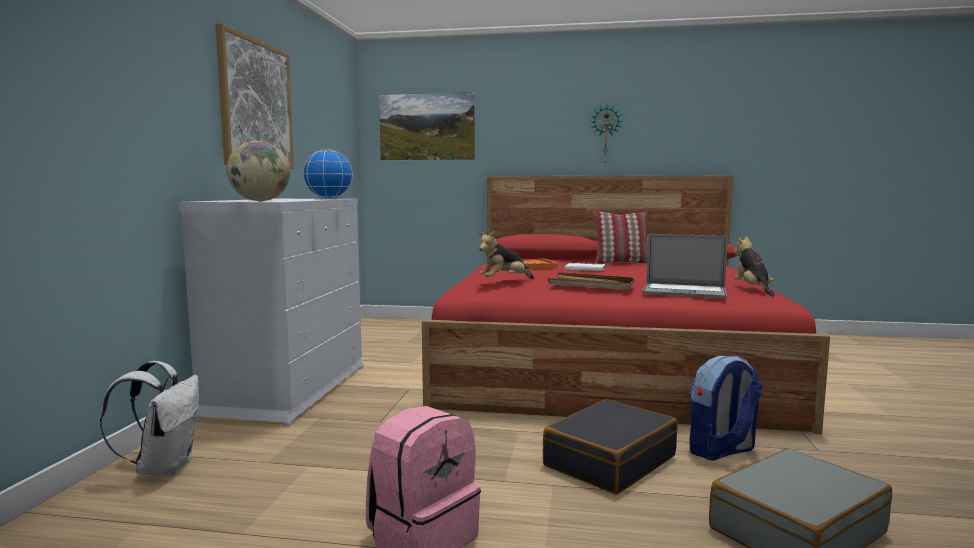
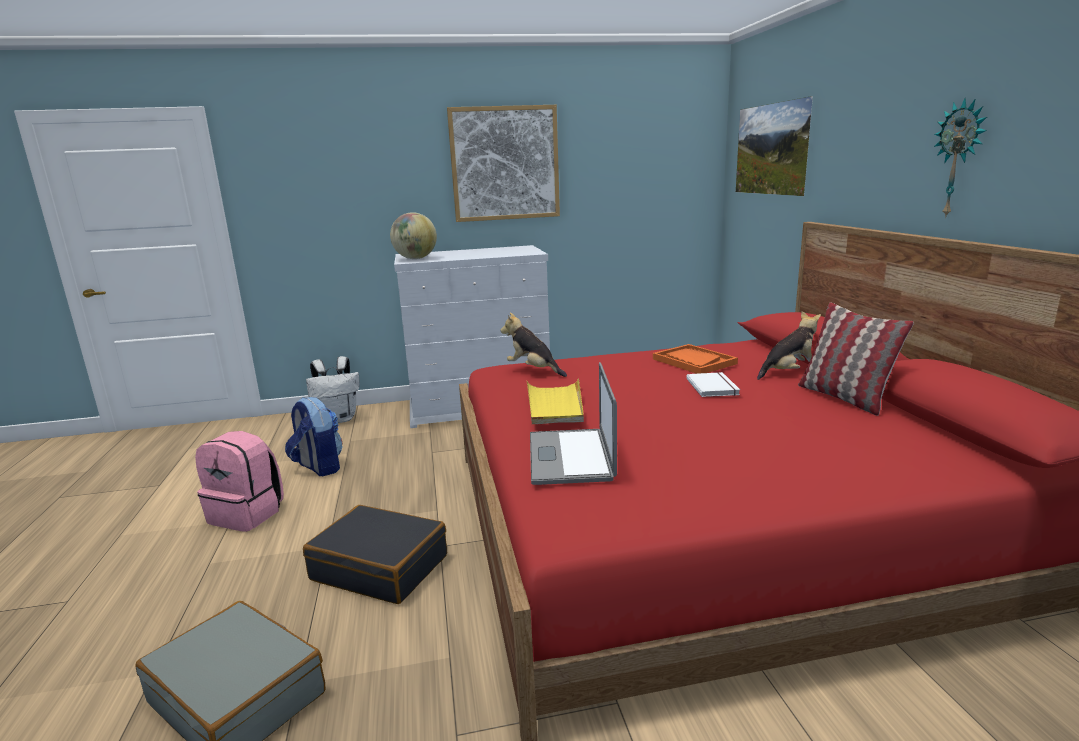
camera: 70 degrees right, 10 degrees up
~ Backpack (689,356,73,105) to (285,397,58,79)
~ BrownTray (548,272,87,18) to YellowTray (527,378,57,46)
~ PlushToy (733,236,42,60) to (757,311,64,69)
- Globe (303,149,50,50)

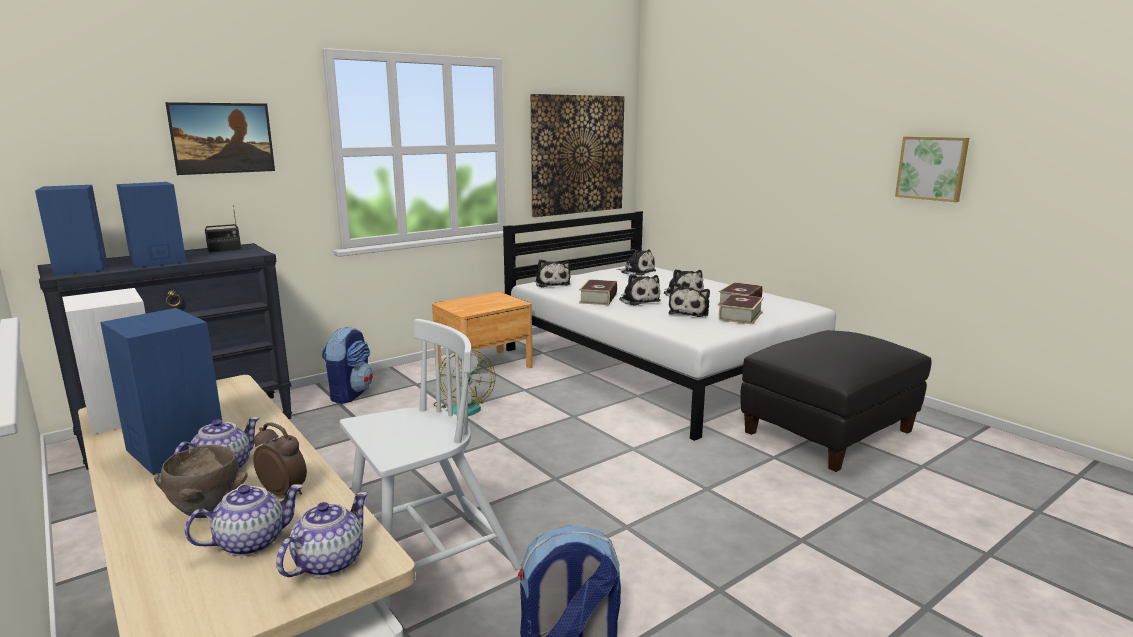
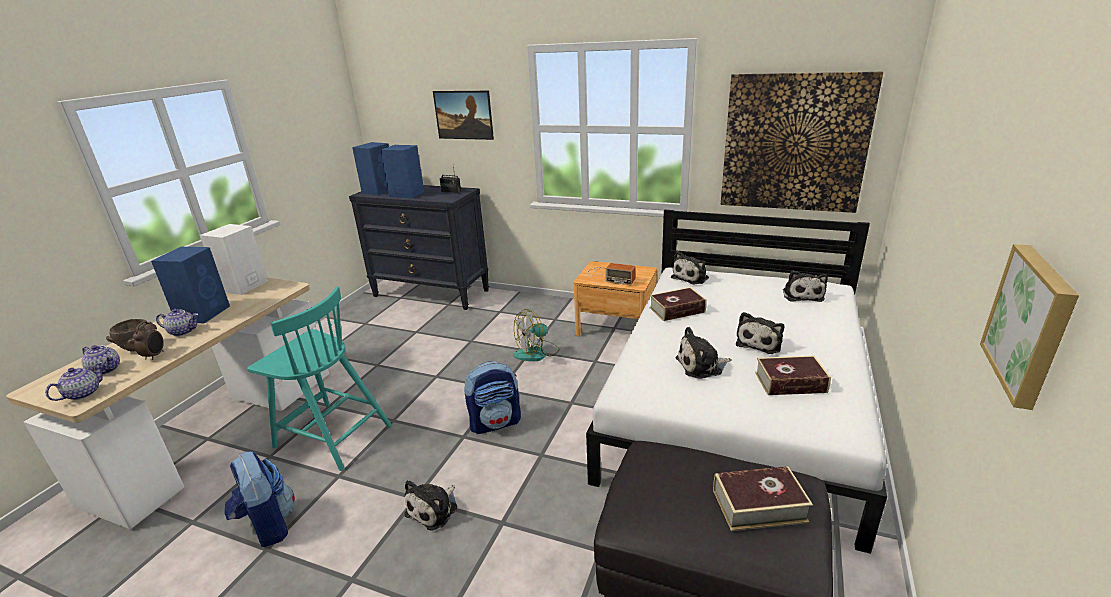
camera: 60 degrees right, 10 degrees up
~ Teapot (276,492,92,85) = (45,362,58,39) 60 degrees counterclockwise
~ WhiteChair (340,319,181,289) to TurquoiseChair (247,287,145,184)
~ PlushToy (619,275,42,30) to (404,480,53,51)
~ Backpack (322,326,51,77) to (464,361,57,73)
+ Radio (588,263,48,22)
~ Book (719,294,45,30) to (713,466,100,65)

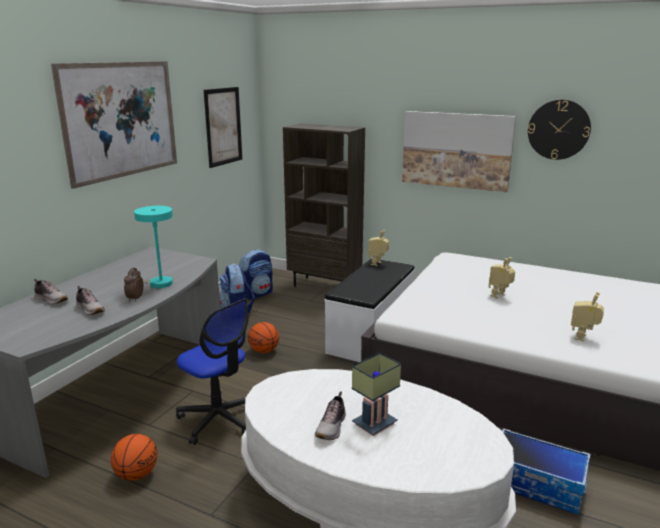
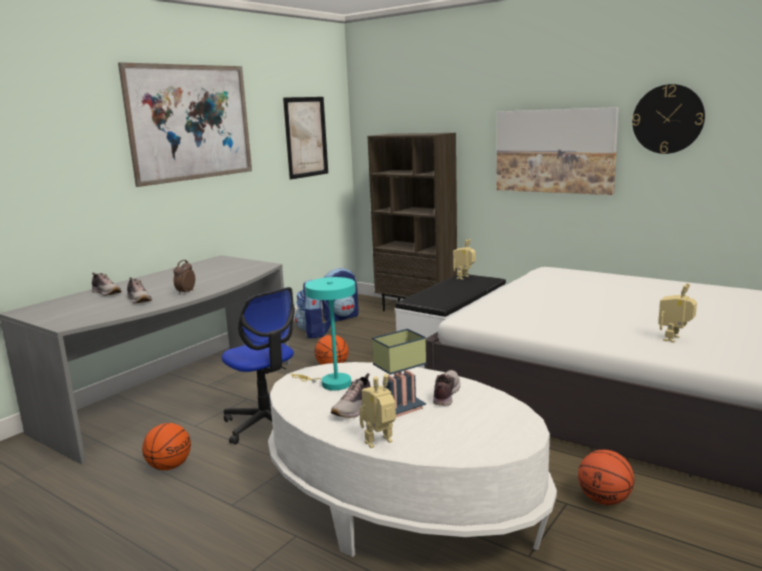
camera: 10 degrees right, 5 degrees down
~ TurquoiseTableLamp (134,206,39,82) to (291,277,65,113)
~ ToyRobot (489,257,26,41) to (359,374,37,74)
+ Shoe (433,370,27,36)
~ StorageBox (502,428,89,87) to Basketball (578,450,56,55)

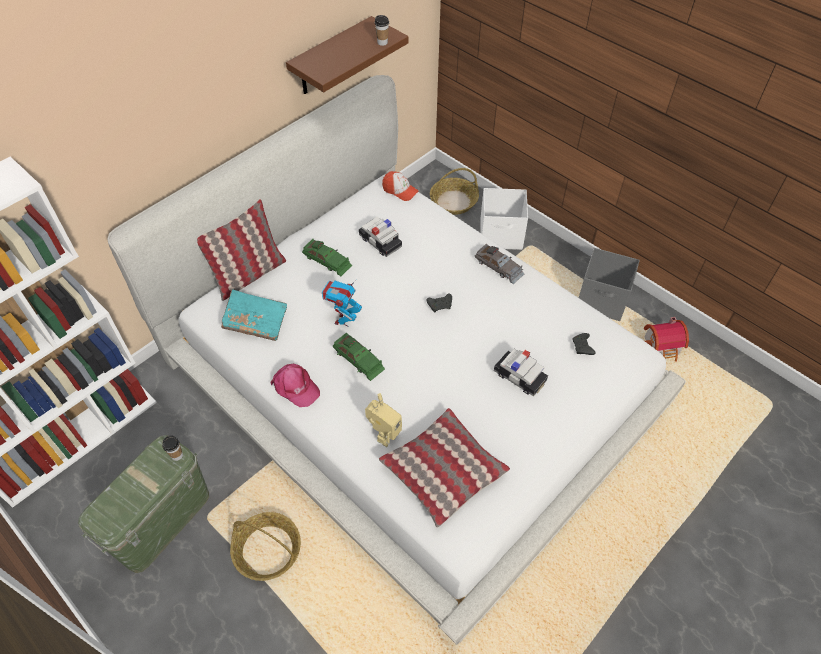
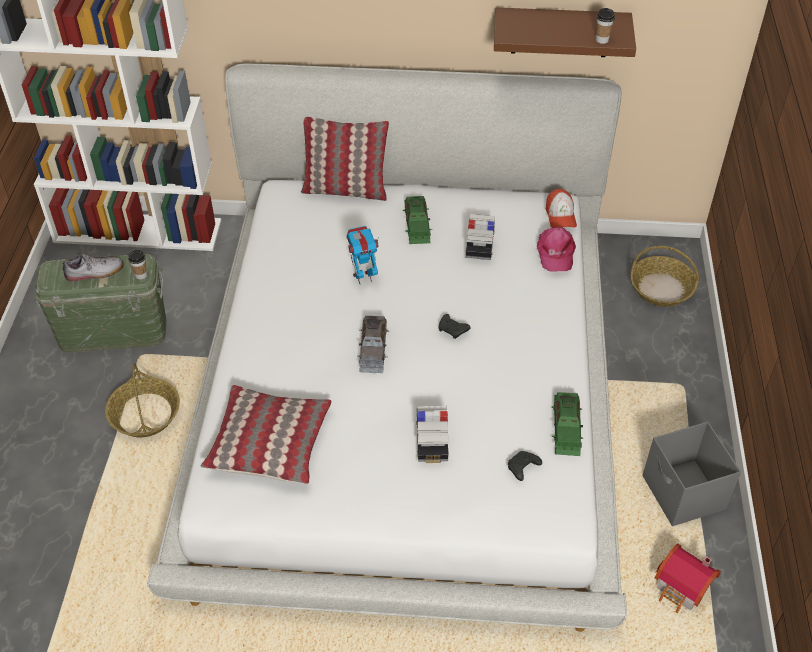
camera: 50 degrees right, 5 degrees down
+ Shoe (62,252,62,31)
~ GreyToyCar (475,243,49,41) to (358,316,31,57)
~ PinkCap (270,364,50,43) to (537,227,39,44)
~ GreenToyCar (333,333,52,48) to (551,392,32,64)
- TurquoiseBook (221,289,66,52)
- ToyRobot (365,394,37,53)
- WhiteStorageBox (480,188,48,62)

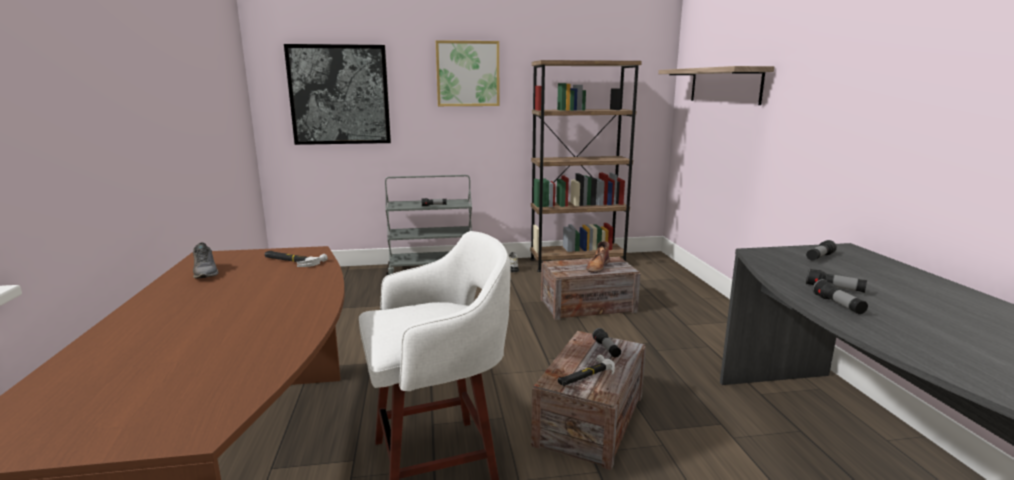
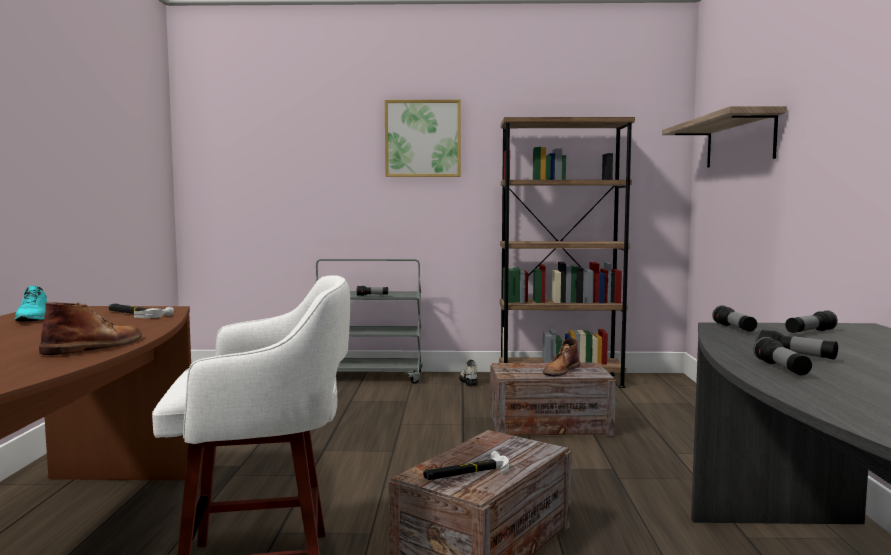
camera: 10 degrees right, 10 degrees down
~ GreyShoe (193,242,26,36) to TurquoiseShoe (15,286,32,36)
+ BrownBoot (39,302,103,53)
~ Flashlight (592,328,29,29) to (712,305,45,27)
- Picture (284,44,107,101)

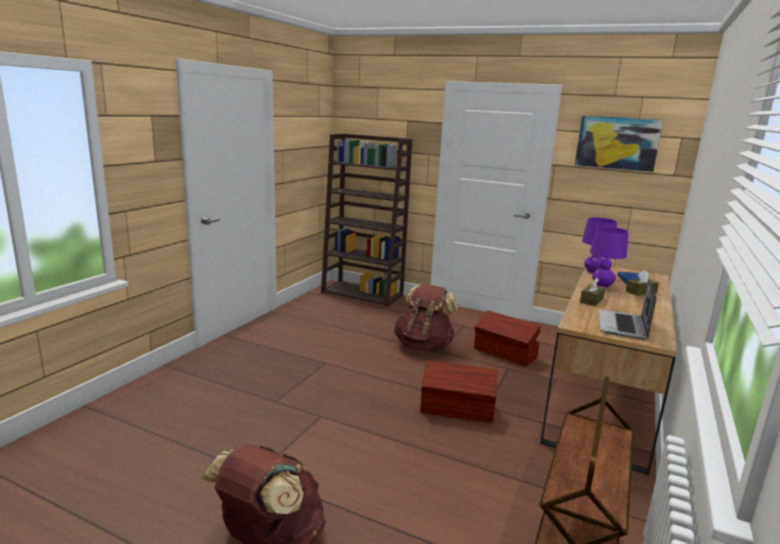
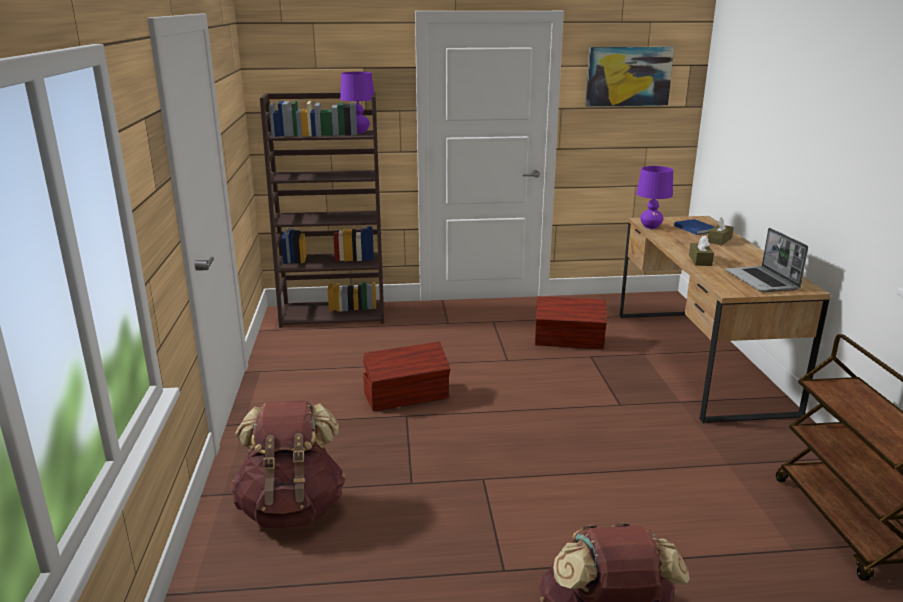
camera: 30 degrees left, 5 degrees up
~ BrownBackpack (394,284,65,68) to (230,401,116,128)
~ PurpleTableLamp (590,227,39,60) to (340,72,34,62)
~ BrownStorageBox (420,360,78,63) to (363,342,87,69)

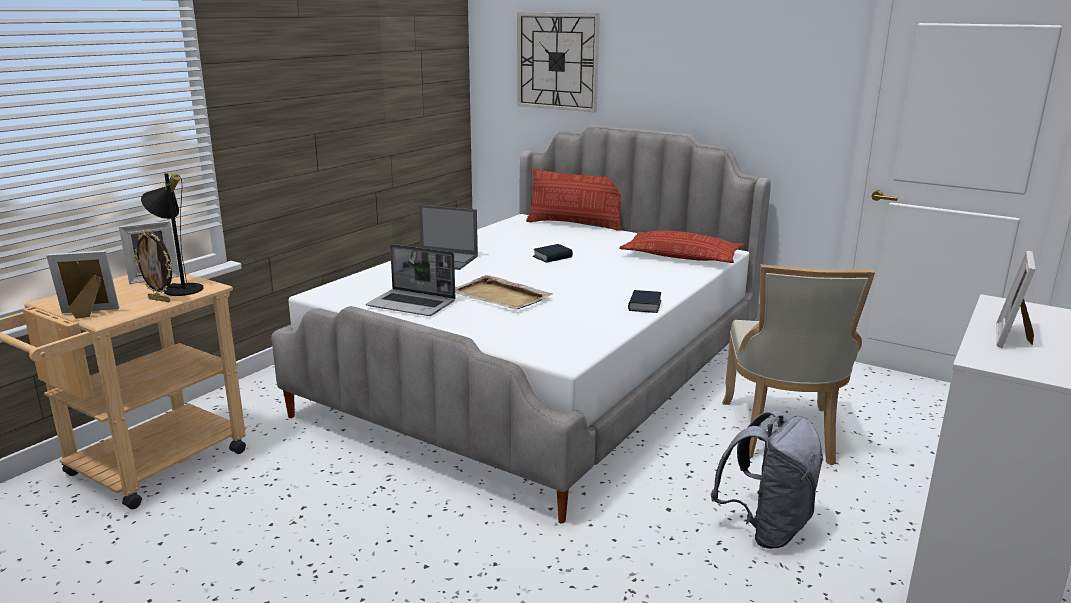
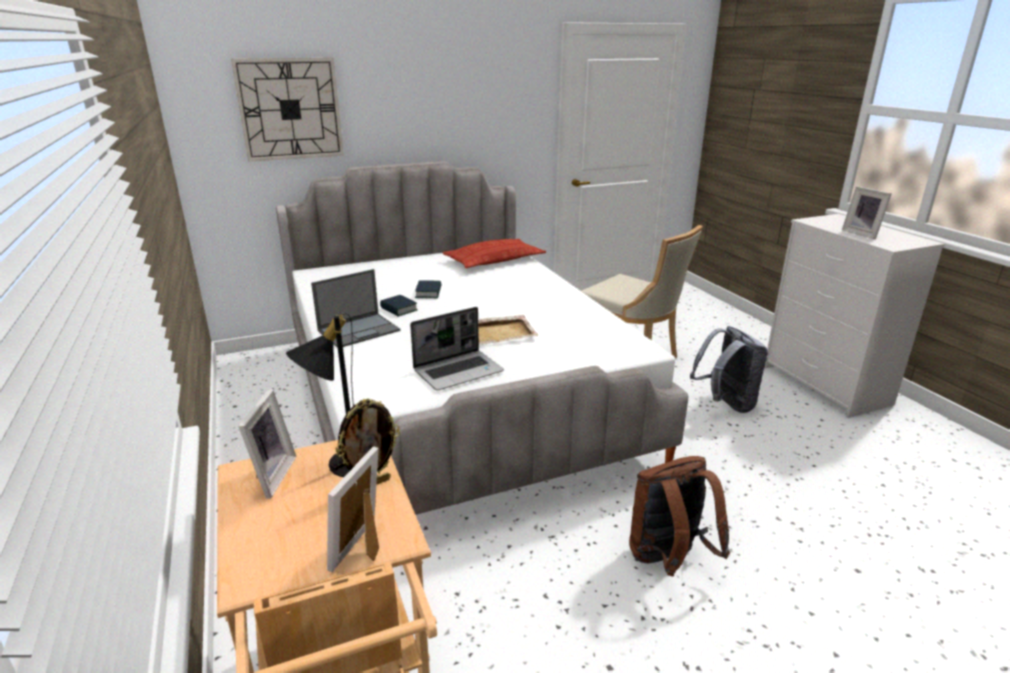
camera: 55 degrees left, 5 degrees up
~ Book (628,290,34,23) to (380,295,38,22)
+ BrownBackpack (629,456,101,120)
- Pillow (526,168,96,63)

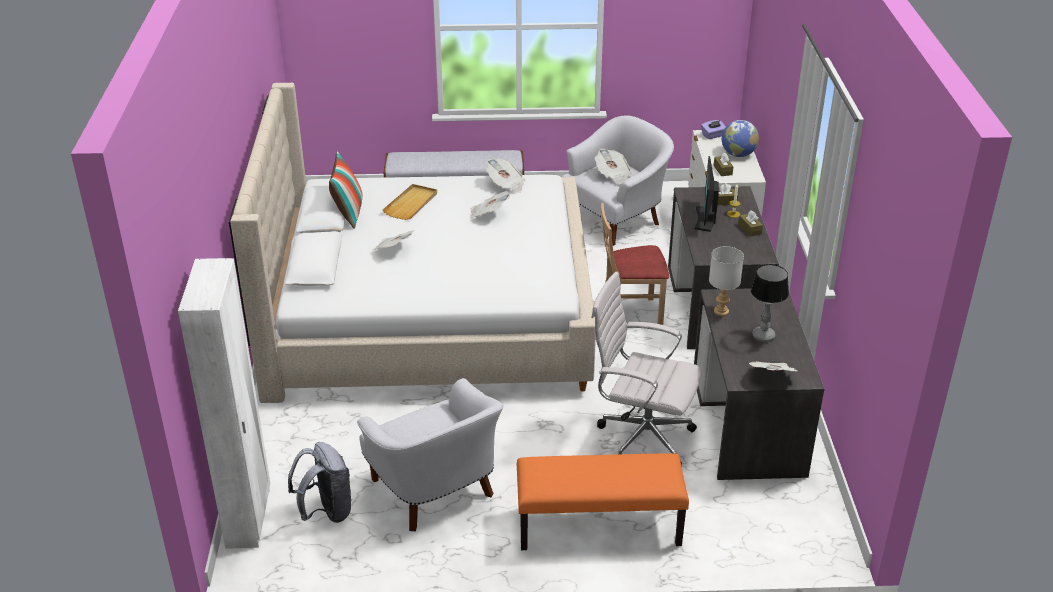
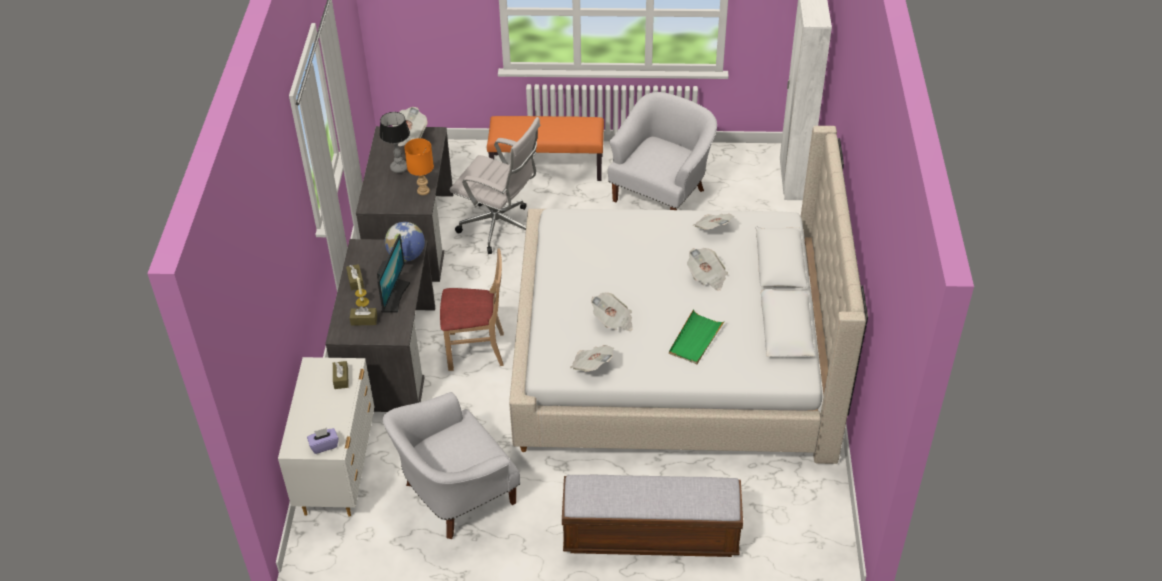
camera: 175 degrees left, 10 degrees up
~ Globe (722,120,37,37) to (385,222,40,40)
~ GreyTableLamp (709,246,35,70) to OrangeTableLamp (404,138,30,57)
~ WhiteArmchair (357,378,147,153) = (608,92,109,118) 60 degrees clockwise
~ BeigeTray (383,184,54,36) to GreenTray (669,309,56,55)
~ Newspaper (595,148,37,36) to (693,214,41,15)
- GreyBackpack (288,442,64,81)
- Pillow (329,151,33,78)

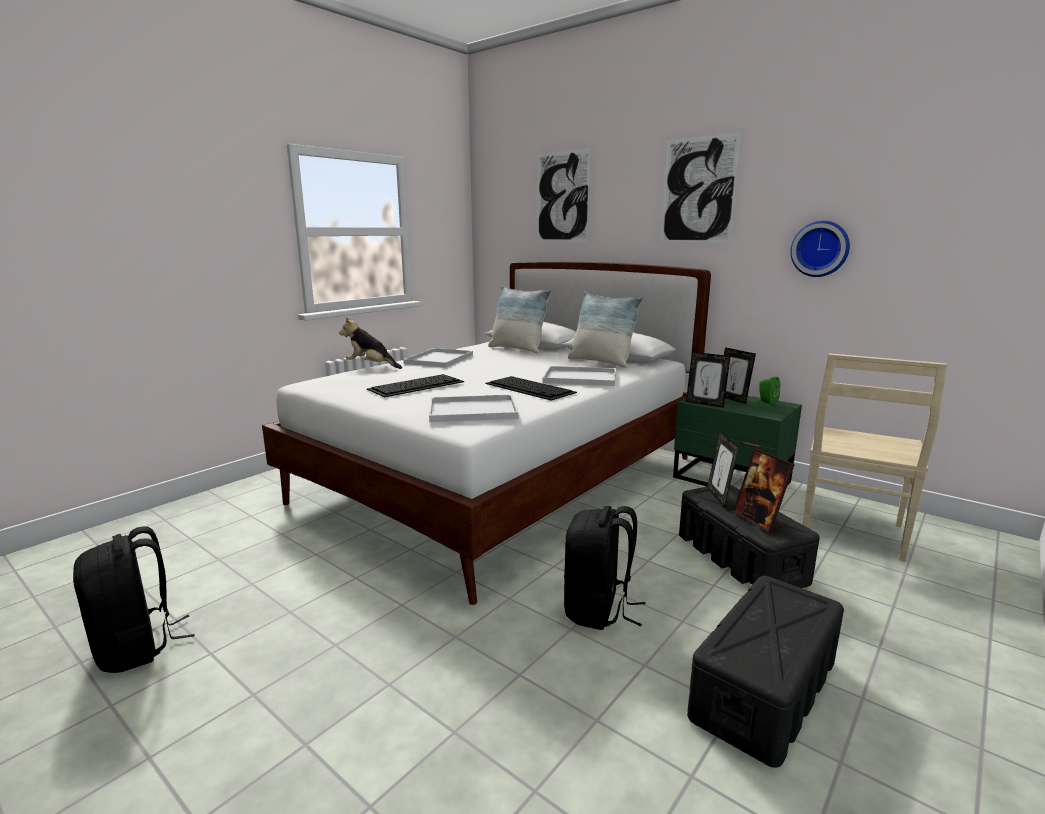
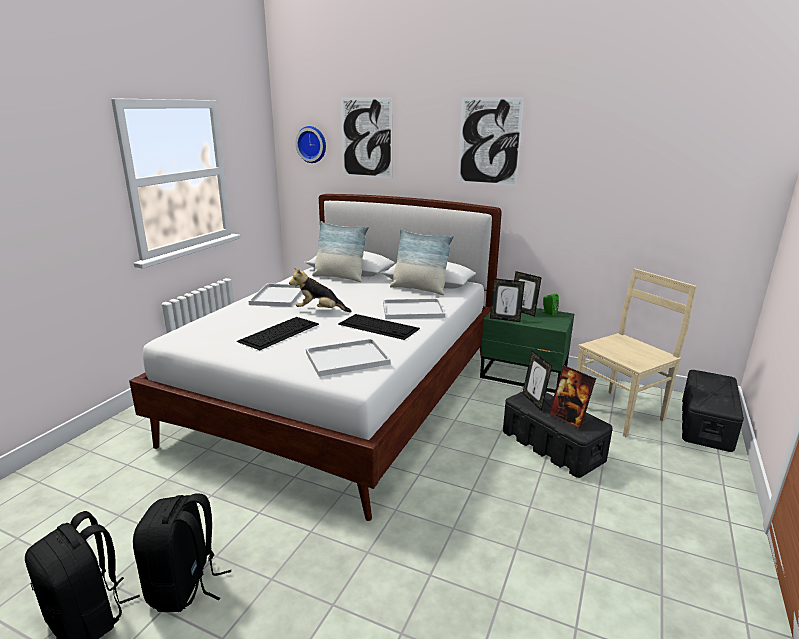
camera: 15 degrees left, 5 degrees up
~ BlackBackpack (564,506,82,124) to (133,493,98,119)
~ PlushToy (339,317,63,52) to (289,267,62,45)
~ WallClock (790,221,60,56) to (295,126,31,37)
~ BeigeChair (802,354,145,207) = (577,268,120,169) 135 degrees counterclockwise
~ BlackStorageBox (687,576,157,192) to (682,370,62,82)

